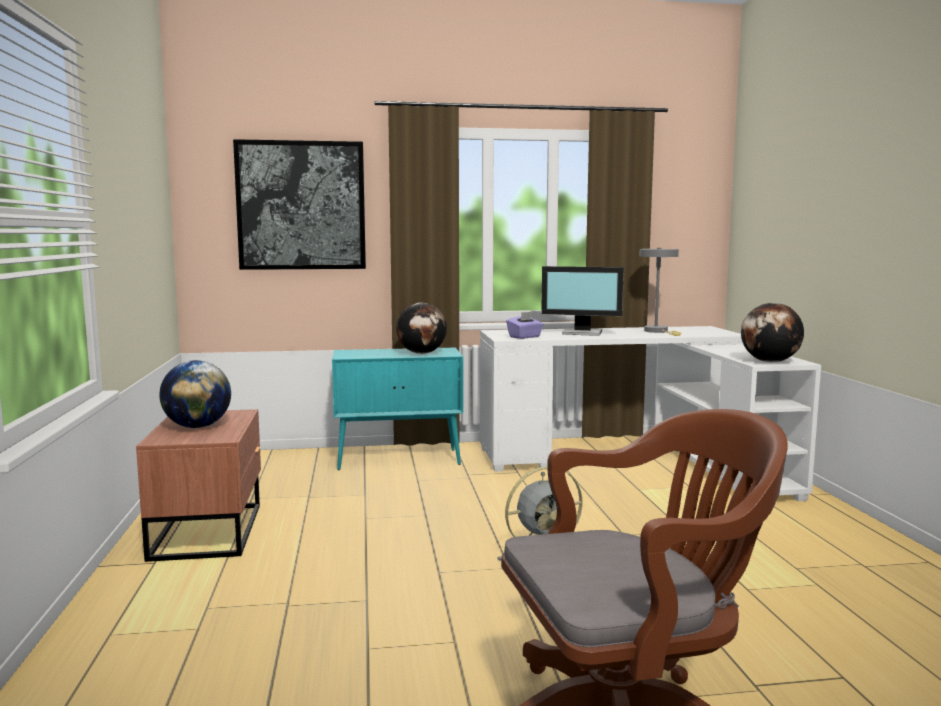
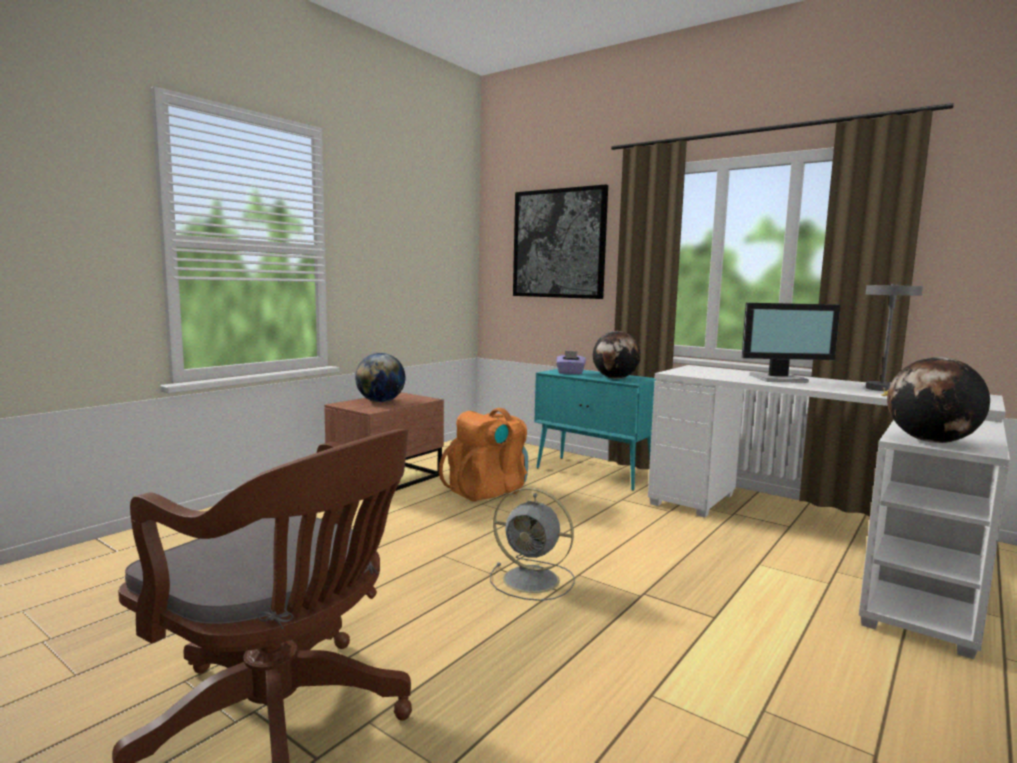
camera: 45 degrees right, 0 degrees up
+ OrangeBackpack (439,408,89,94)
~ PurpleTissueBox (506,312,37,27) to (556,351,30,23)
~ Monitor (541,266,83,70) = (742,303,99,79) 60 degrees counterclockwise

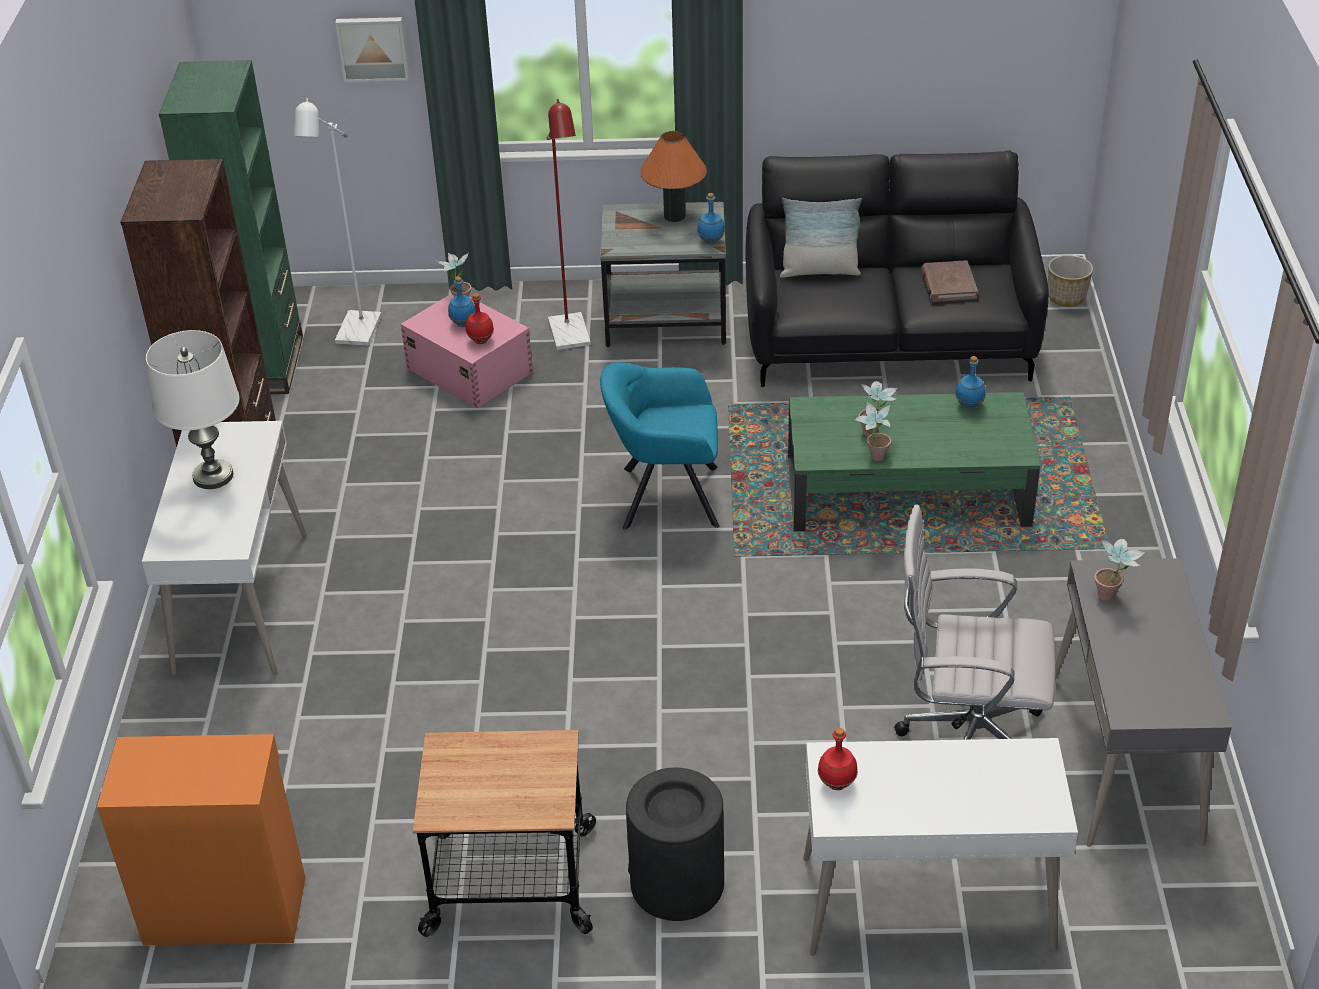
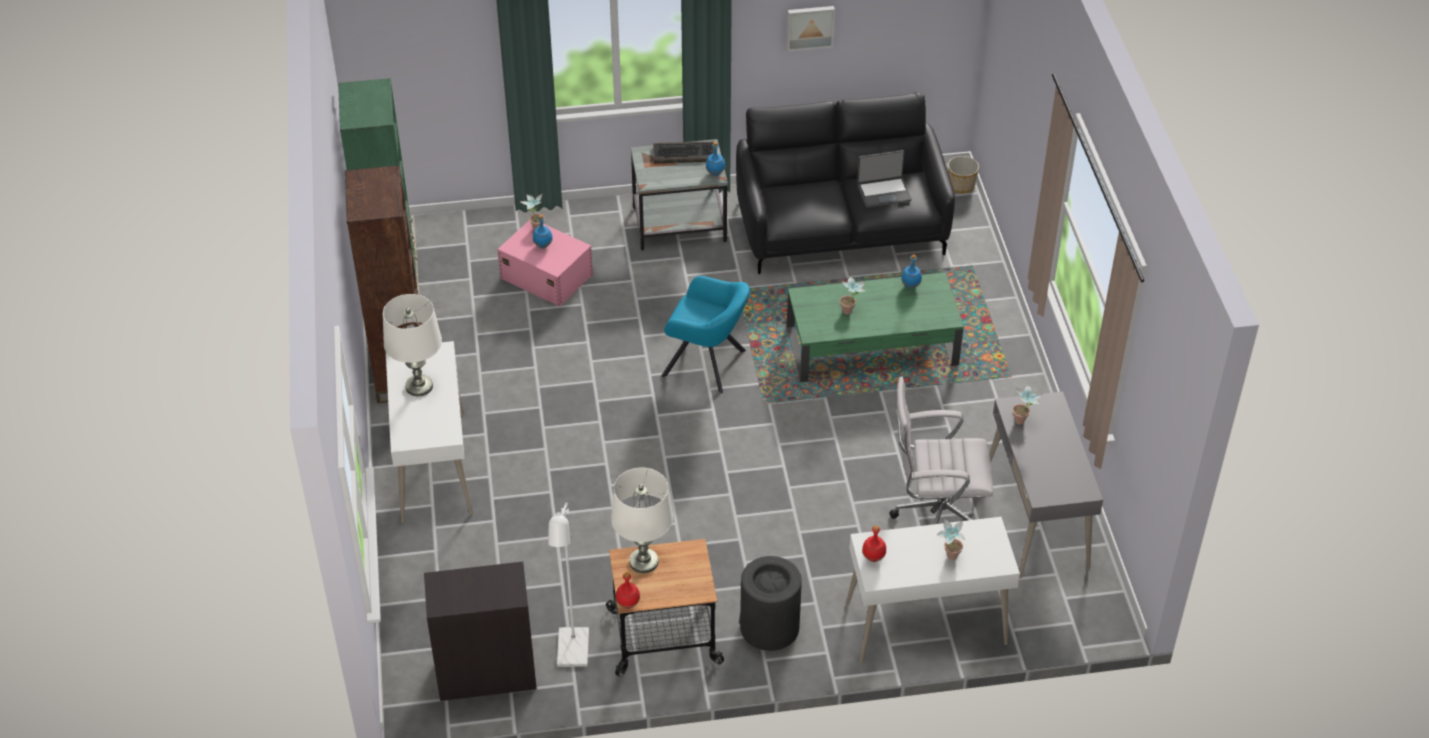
camera: 10 degrees left, 5 degrees up
~ OrangeCabinet (97,734,208,211) to BlackCabinet (424,562,113,139)
~ WhiteFloorLamp (294,98,88,248) to (548,503,41,164)
+ WhiteTableLamp (611,467,62,106)
~ RedBottle (466,293,28,51) to (616,572,24,37)
~ OrangeTableLamp (640,131,67,91) to Keyboard (653,141,61,22)
~ TurquoiseArmchair (600,362,119,168) = (661,276,89,118) 150 degrees counterclockwise
~ Picture (335,17,74,65) to (787,6,48,45)
~ BrownBook (921,260,57,42) to Laptop (857,150,55,58)
~ PottedPlant (855,402,36,59) to (937,519,28,41)
- RedFloorLamp (547,99,44,251)
- Pillow (780,198,82,80)

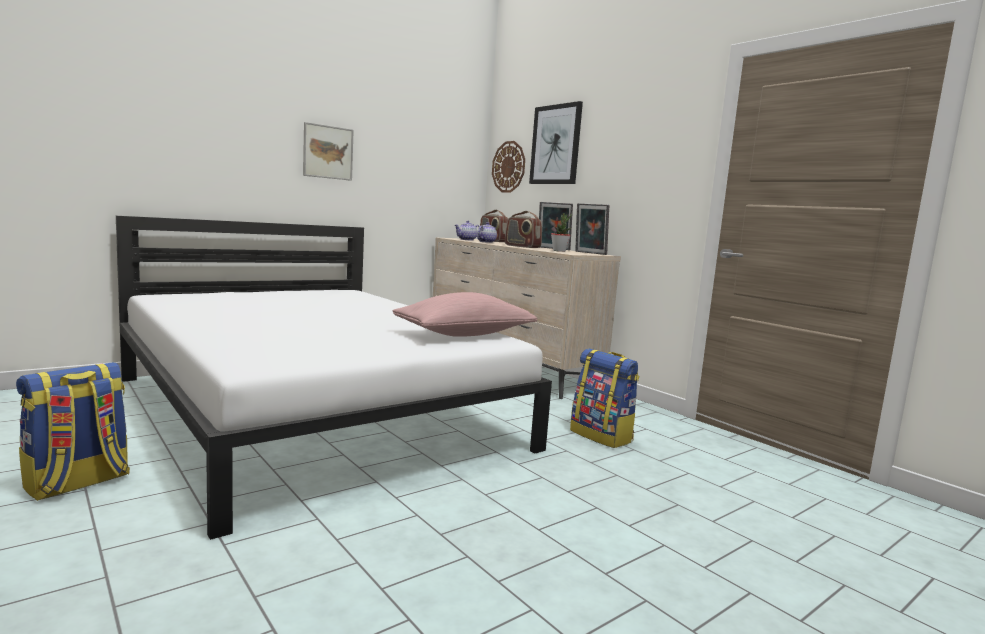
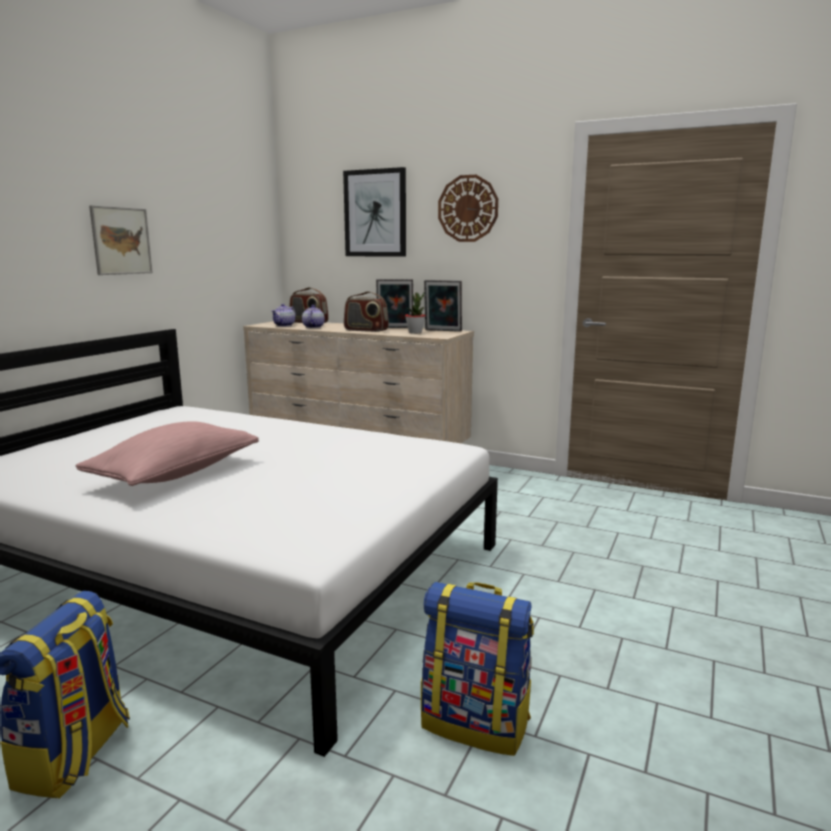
camera: 25 degrees left, 5 degrees up
~ PinkPillow (393,292,144,45) to (75,421,184,65)
~ Backpack (570,348,69,100) to (421,582,113,174)
~ WallClock (492,141,33,52) to (438,175,60,67)

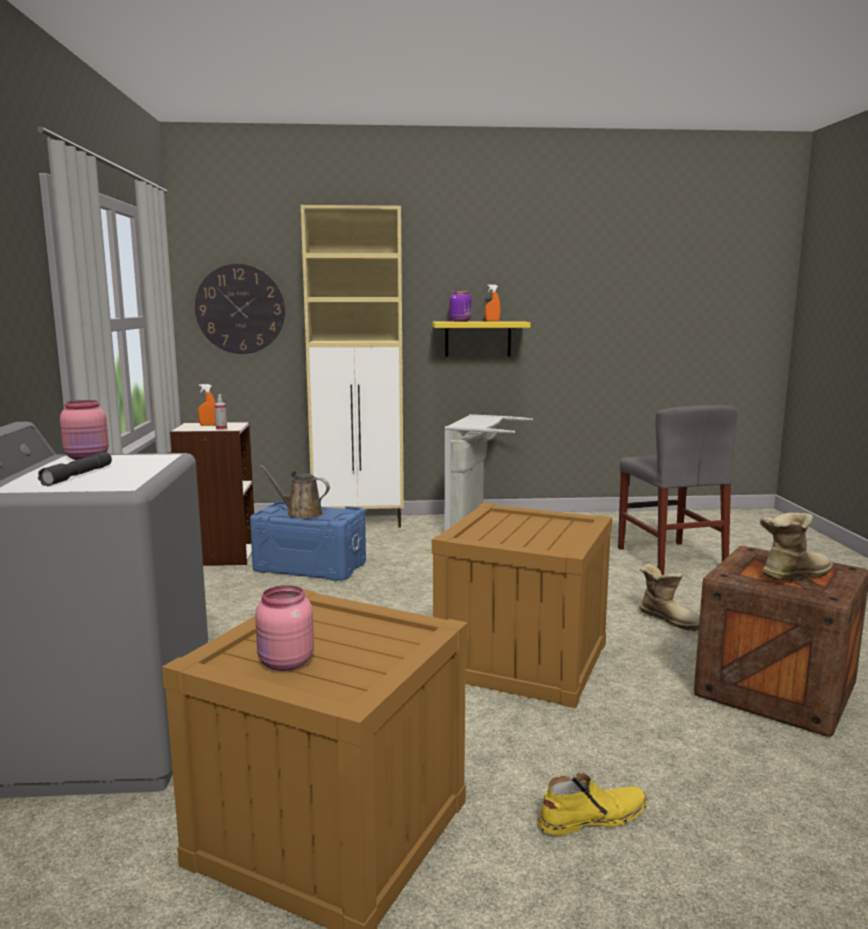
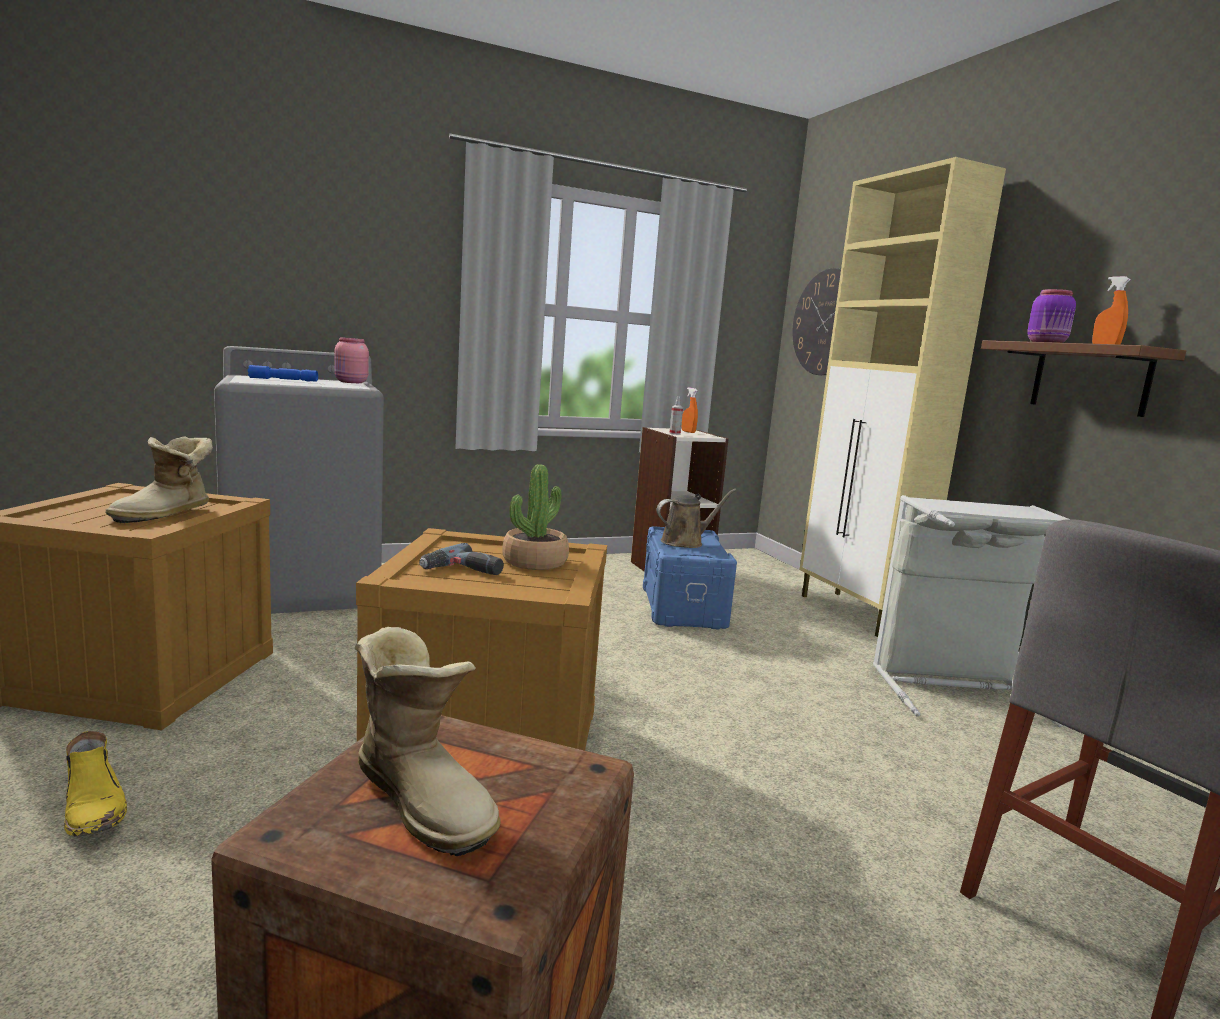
camera: 70 degrees right, 0 degrees up
~ Boot (639,564,61,67) to (105,436,108,87)
~ GreyFlashlight (38,452,74,34) to BlueFlashlight (248,365,70,17)
+ PowerDrill (419,543,85,32)
+ PottedPlant (502,464,67,106)
~ BrownWateringCan (259,465,71,54) = (656,489,80,59) 60 degrees clockwise
~ YellowShelf (432,321,99,36) to BrownShelf (981,340,205,77)
- PinkJar (255,585,59,86)

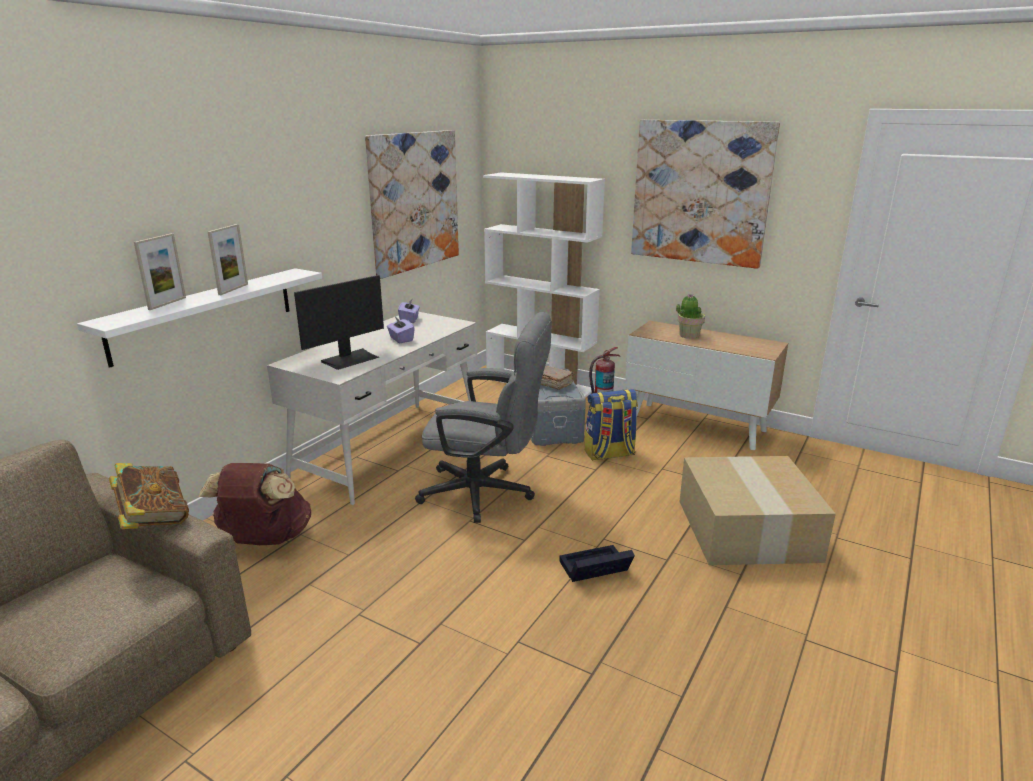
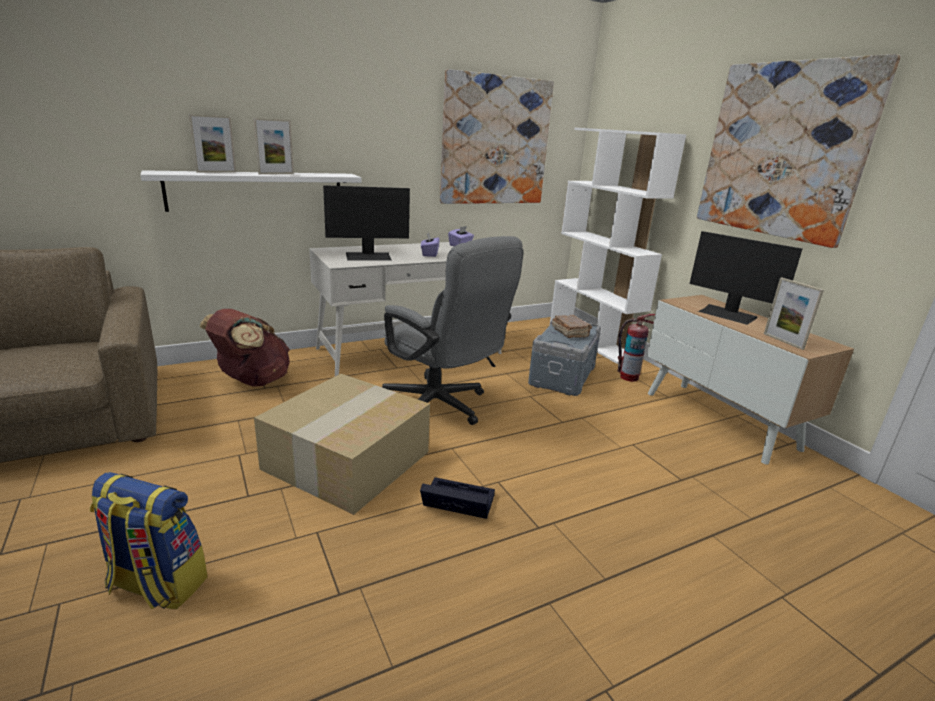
camera: 30 degrees right, 0 degrees up
~ Backpack (585,389,53,72) to (90,472,118,137)
~ CardboardBox (679,456,157,109) to (254,374,176,141)
~ PottedPlant (676,294,29,45) to Monitor (690,231,112,94)
+ PictureFrame (764,277,60,73)
- Book (109,463,80,66)

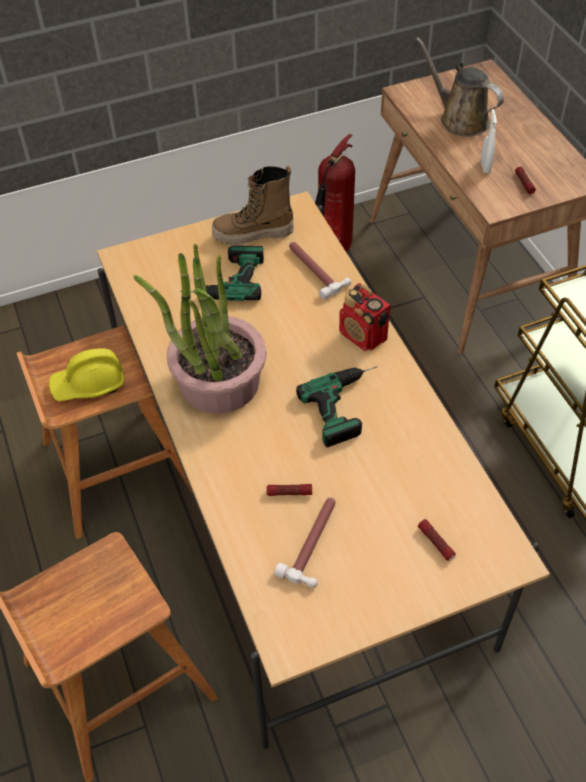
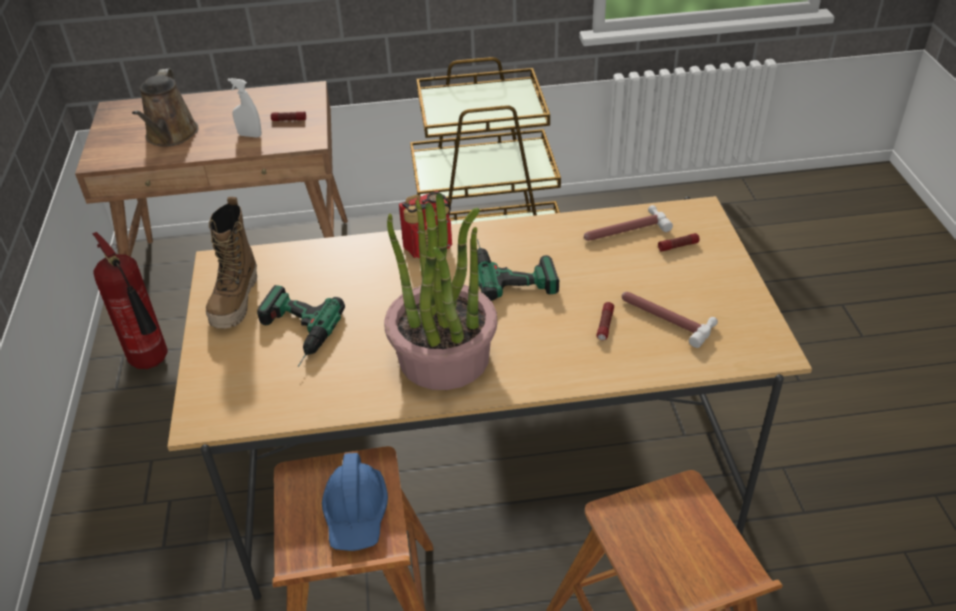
camera: 75 degrees left, 10 degrees down
~ BrownWateringCan (416,37,88,100) = (132,68,67,79) 60 degrees counterclockwise
~ YellowHardHat (49,349,75,52) to BlueHardHat (322,453,66,98)
~ Hammer (289,242,62,58) to (584,205,89,36)

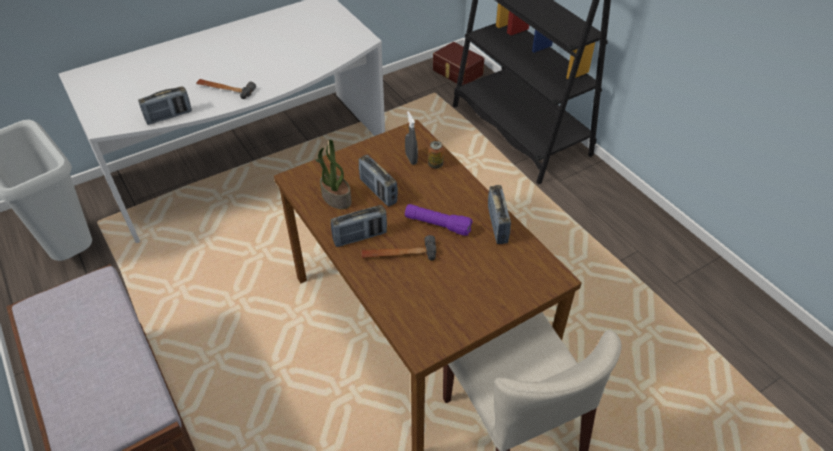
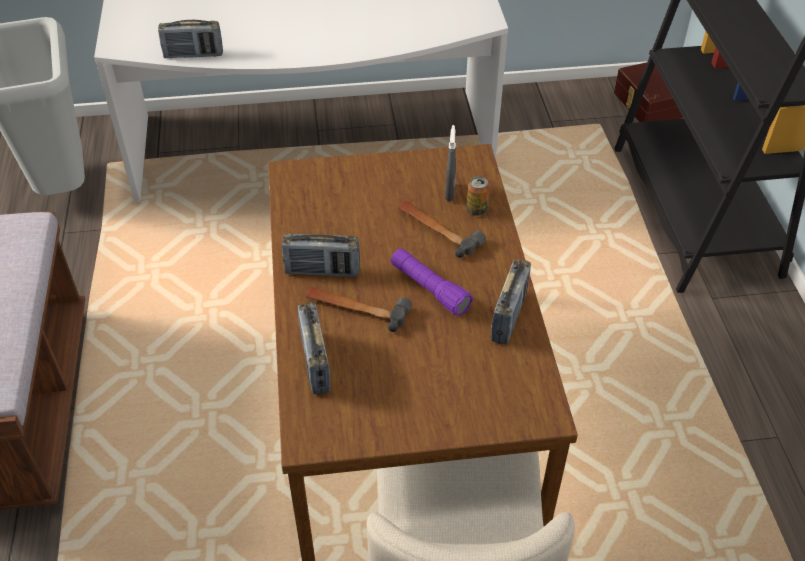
camera: 25 degrees right, 0 degrees up
~ Radio (359,155,39,52) to (298,302,32,92)
~ Hammer (196,79,60,20) to (398,201,88,57)
- PottedPlant (316,140,36,69)

